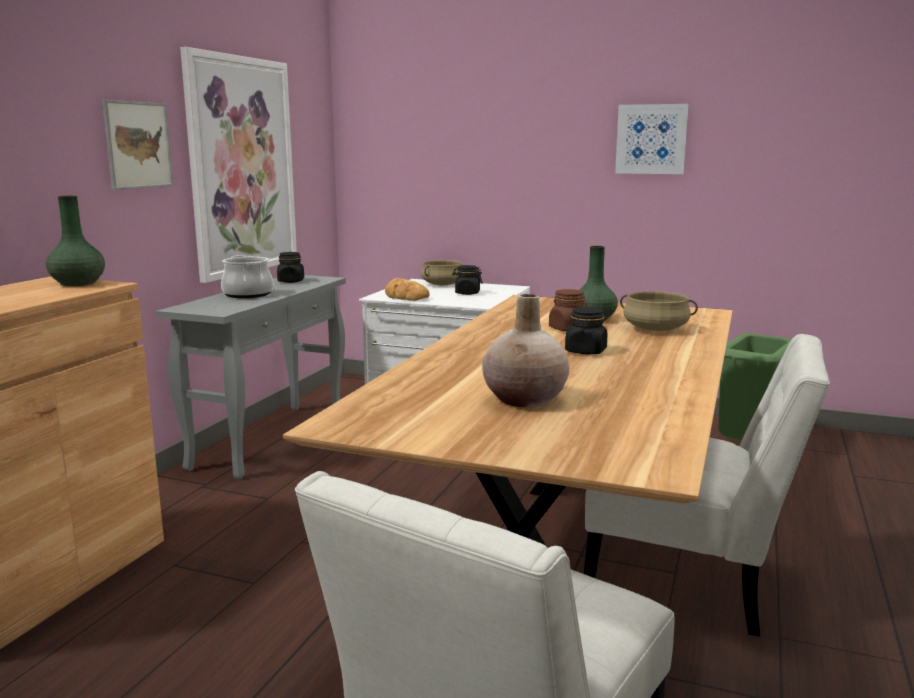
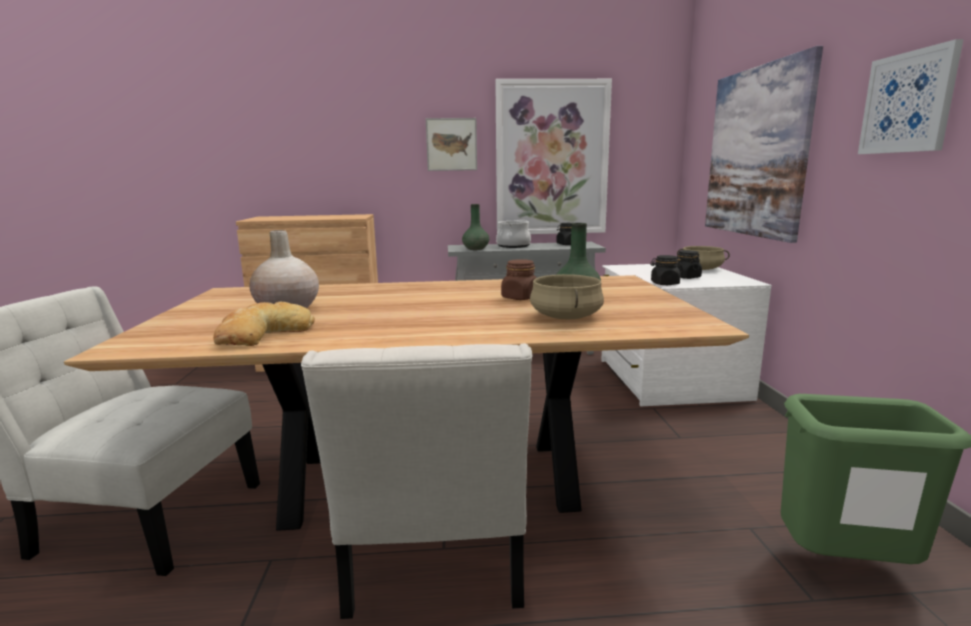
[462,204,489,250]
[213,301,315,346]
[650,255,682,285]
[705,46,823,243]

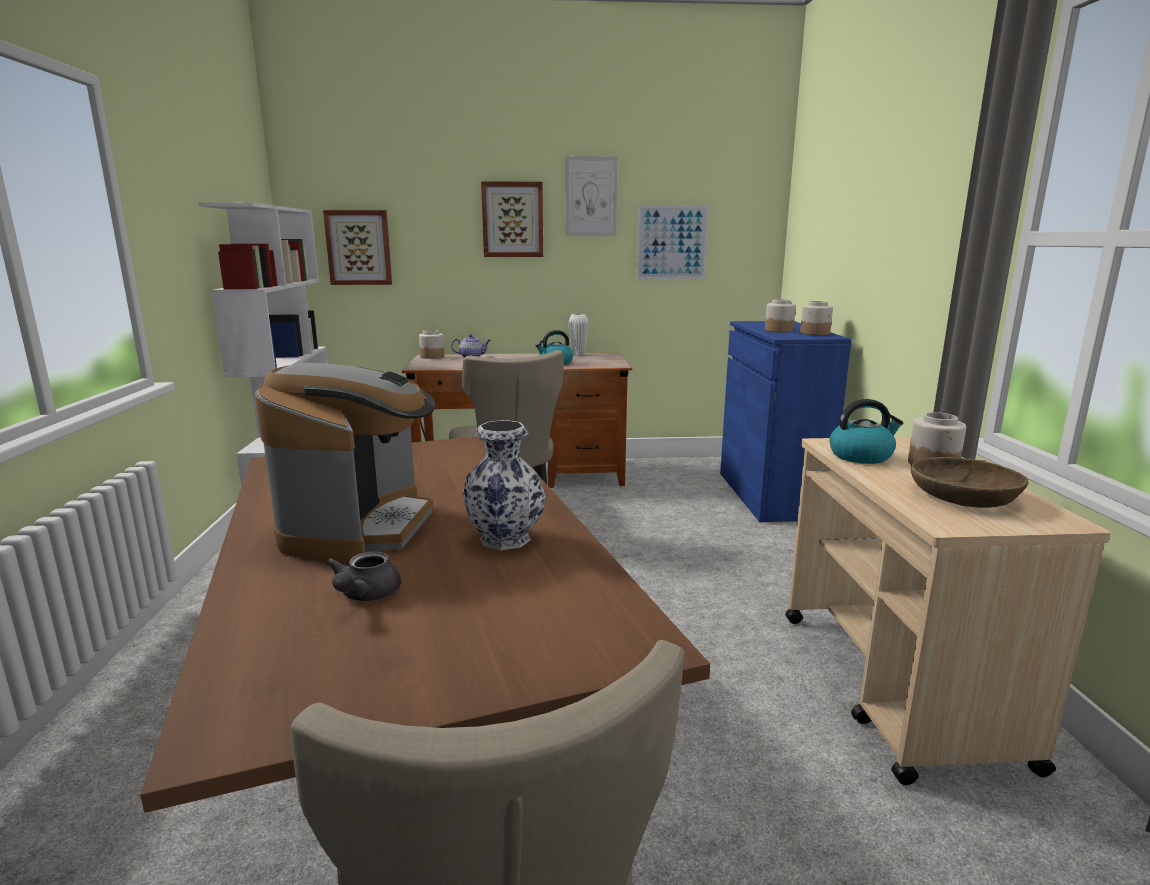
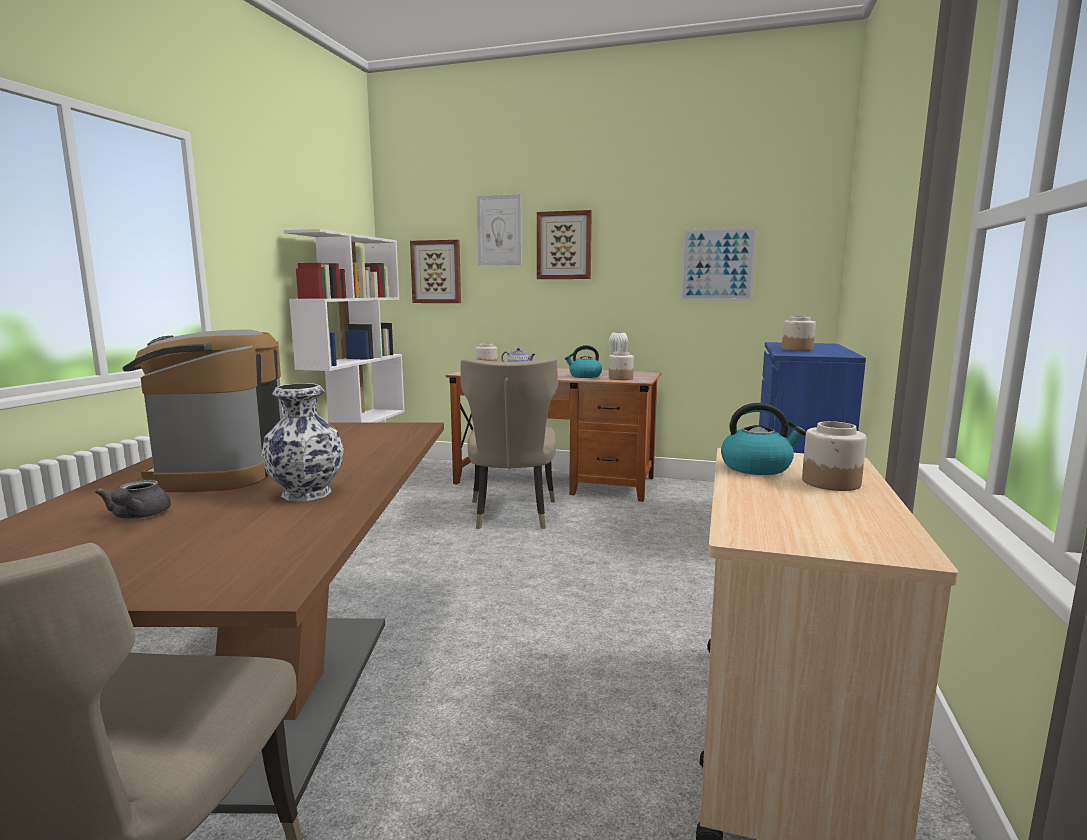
[477,194,521,265]
[609,351,634,380]
[123,330,283,492]
[911,457,1029,508] (first image)
[95,480,171,519]

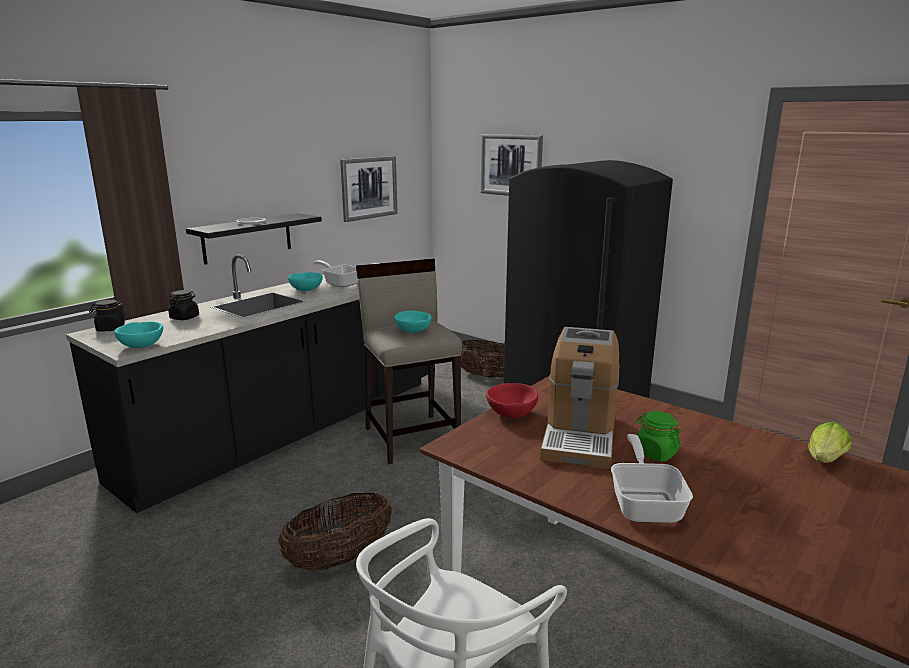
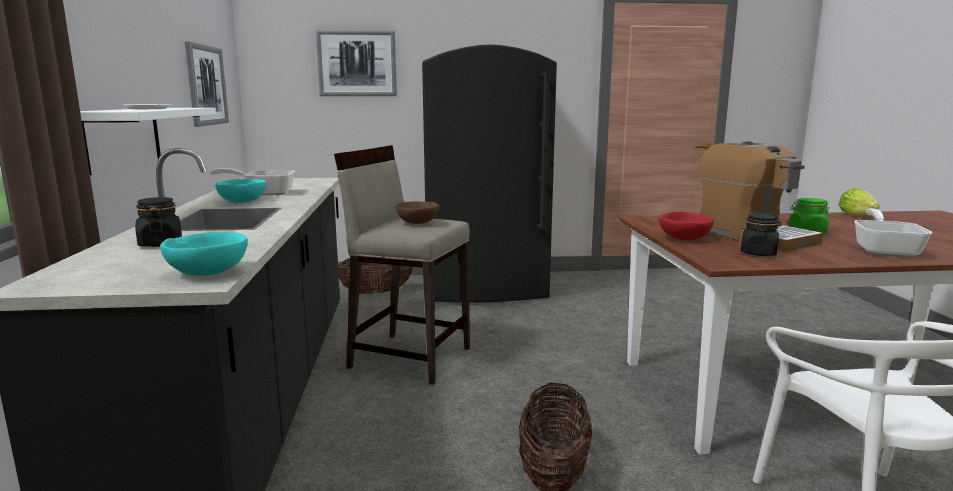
[80,108,216,175]
[741,213,779,256]
[396,201,439,224]
[854,208,932,257]

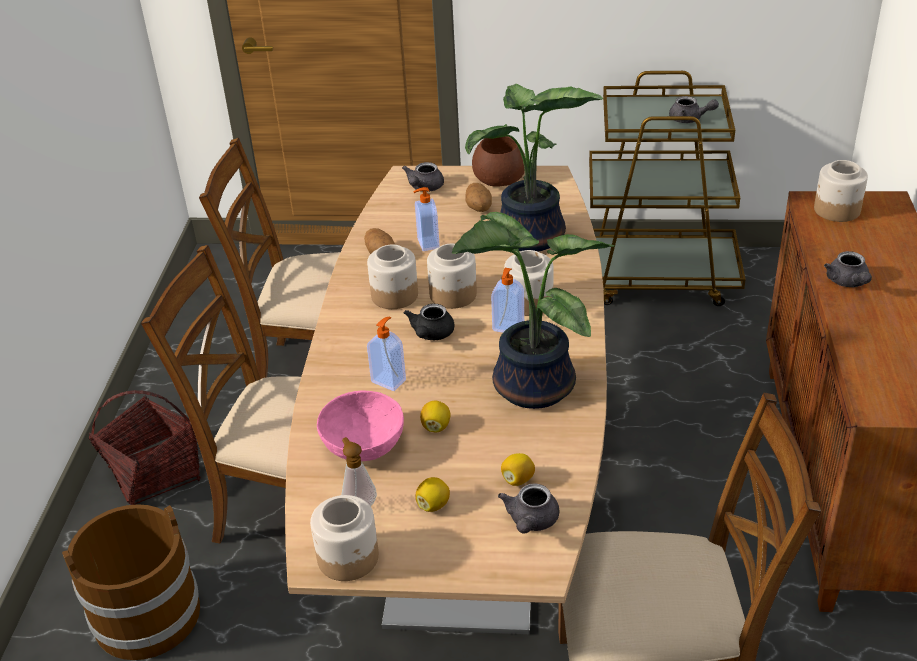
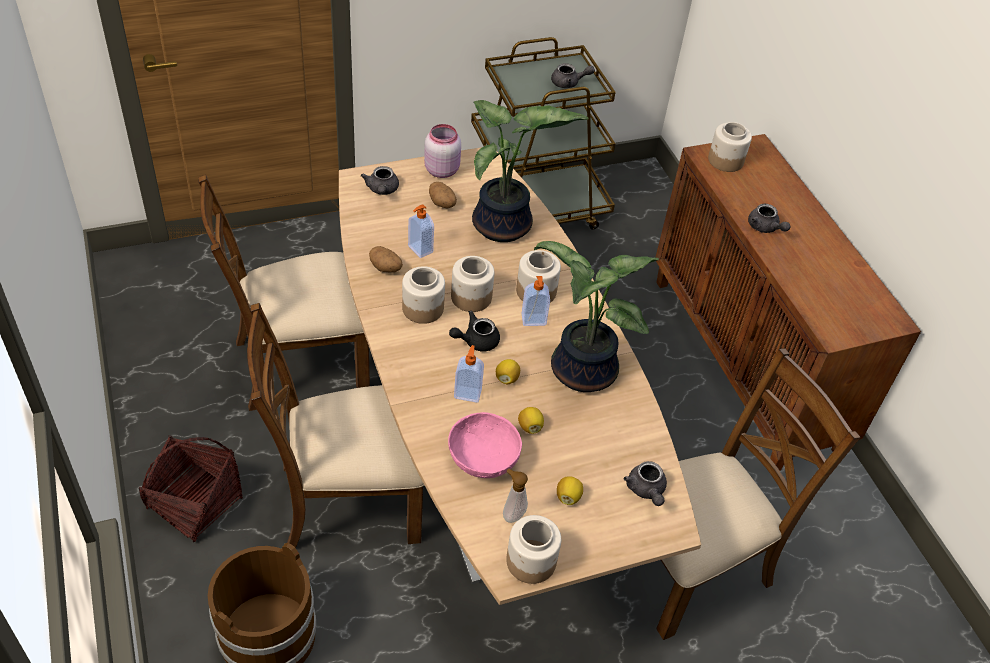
[424,124,461,178]
[449,311,500,352]
[496,359,520,385]

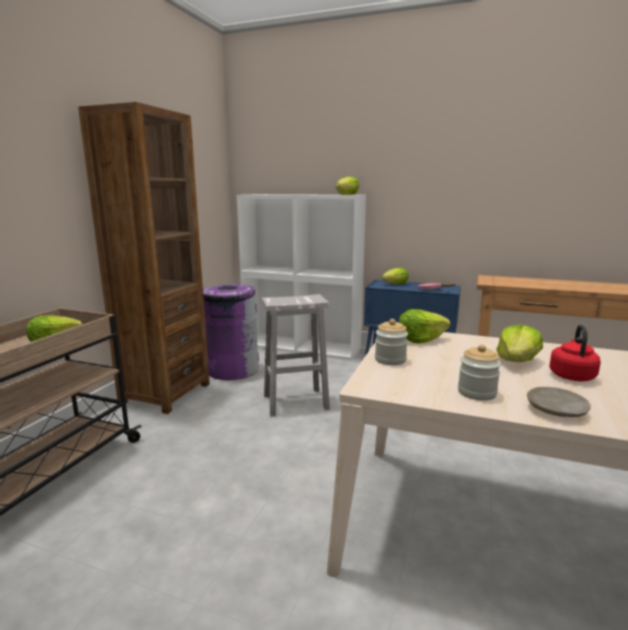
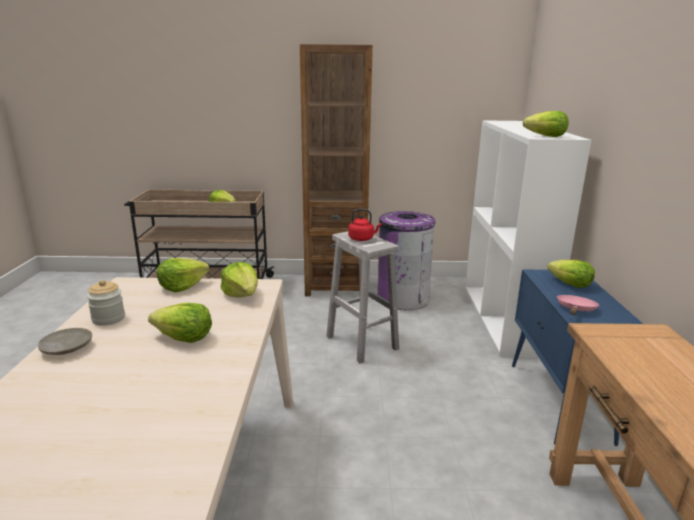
[157,258,209,292]
[348,209,382,241]

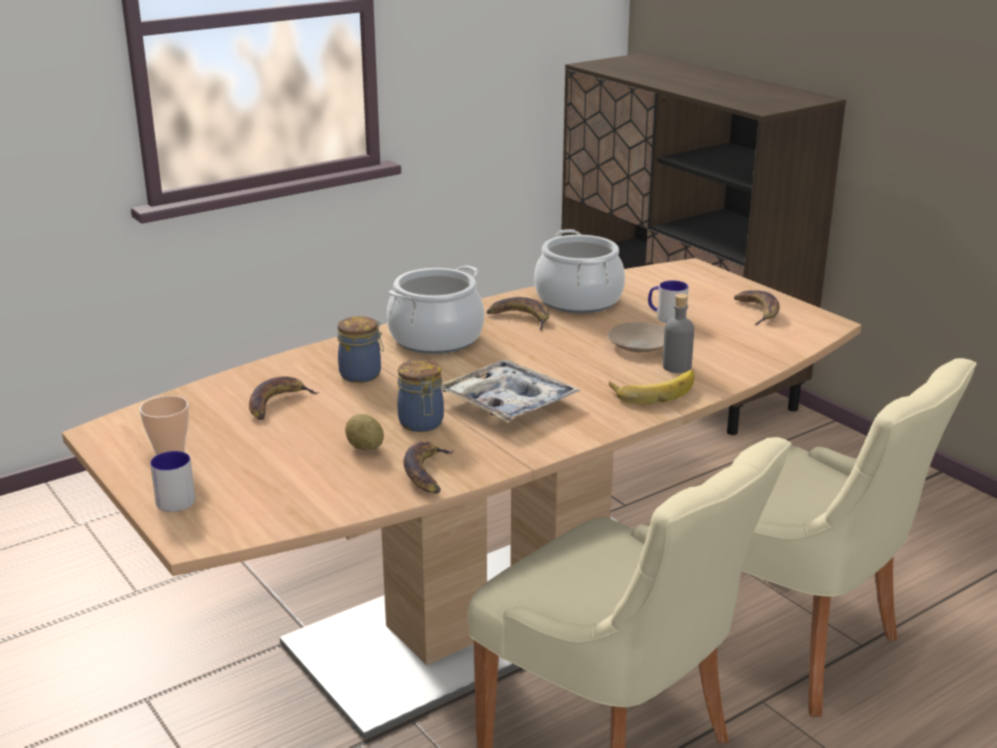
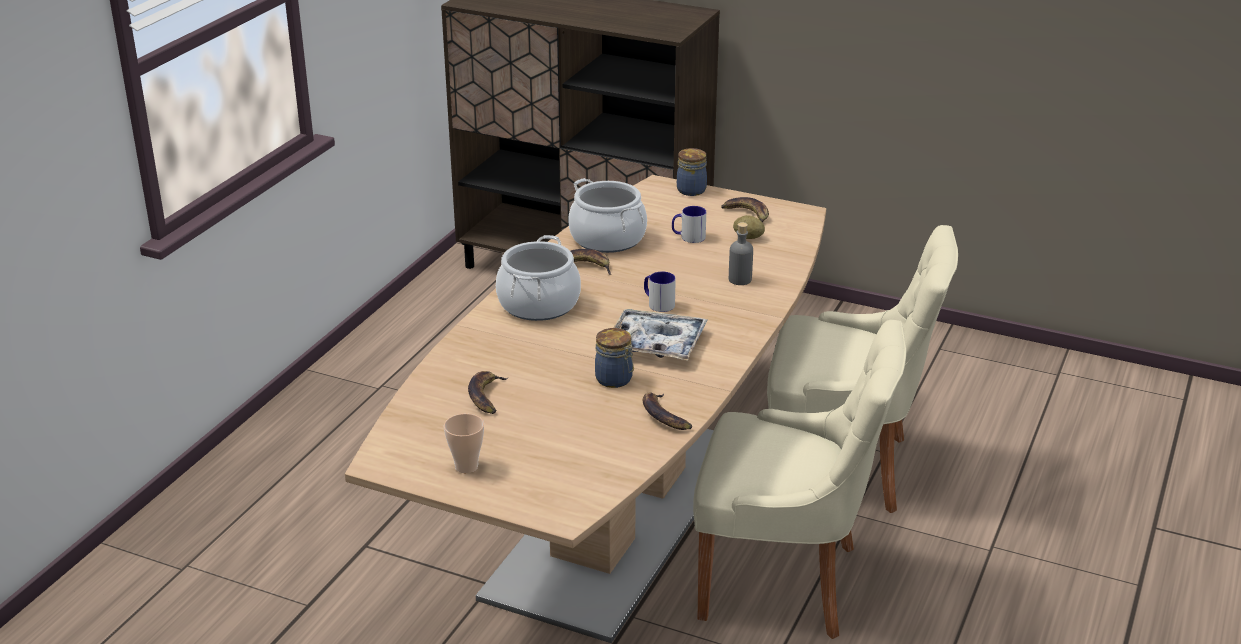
[677,148,707,196]
[608,323,665,352] (first image)
[609,370,694,404] (first image)
[733,215,765,239]
[644,271,676,312]

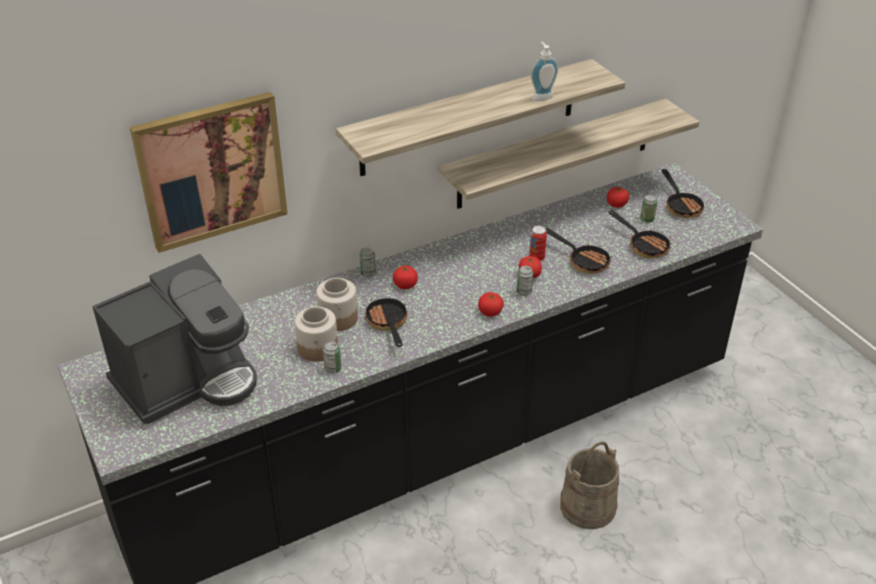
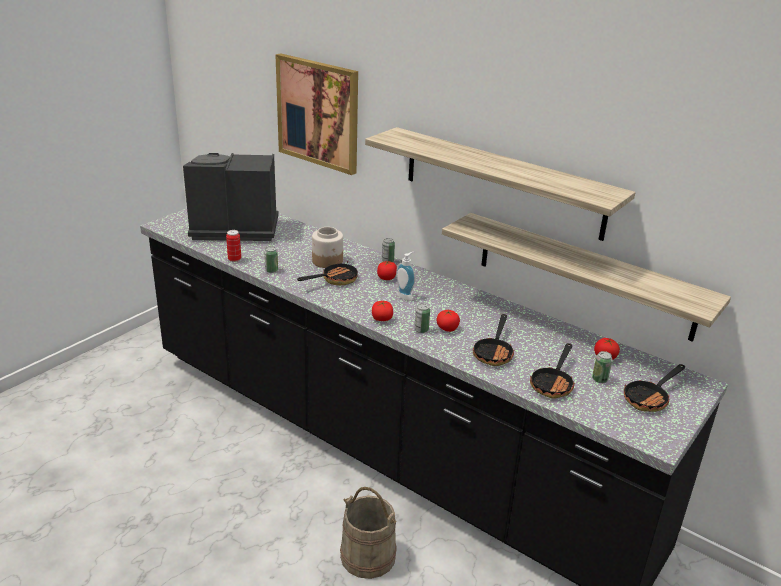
[396,252,415,301]
[226,230,241,262]
[183,153,279,241]
[295,306,338,362] (first image)

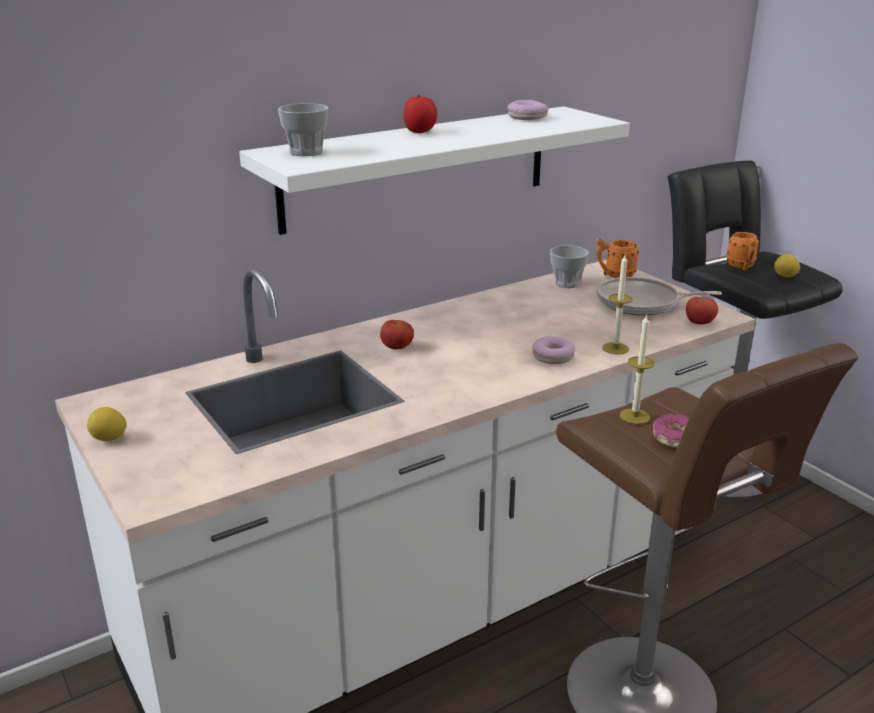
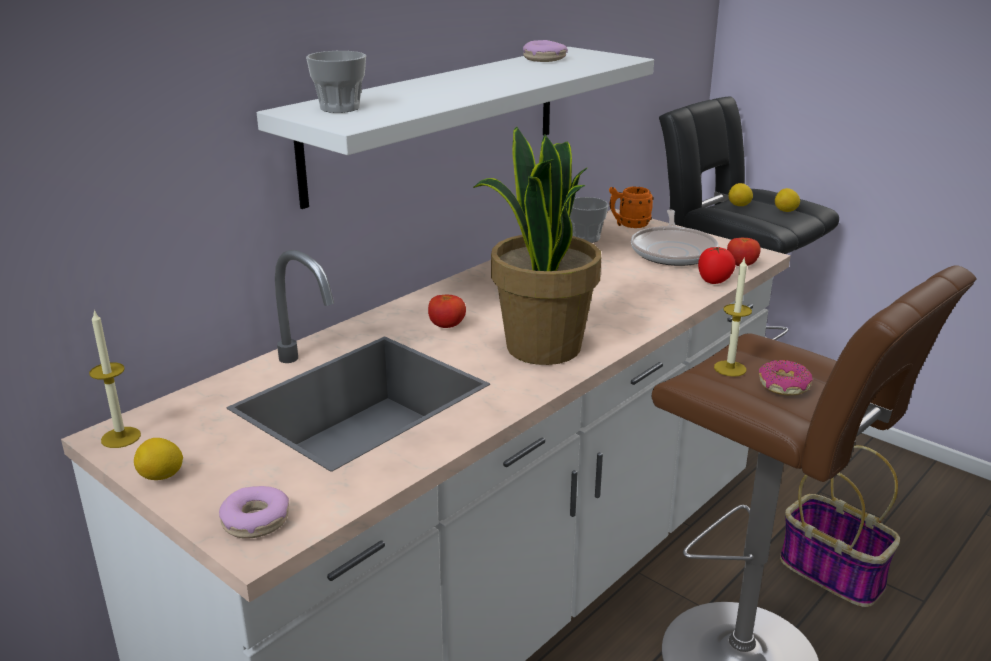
[698,247,735,284]
[728,183,753,206]
[89,309,141,448]
[631,210,718,266]
[219,486,289,538]
[473,127,601,365]
[780,445,900,607]

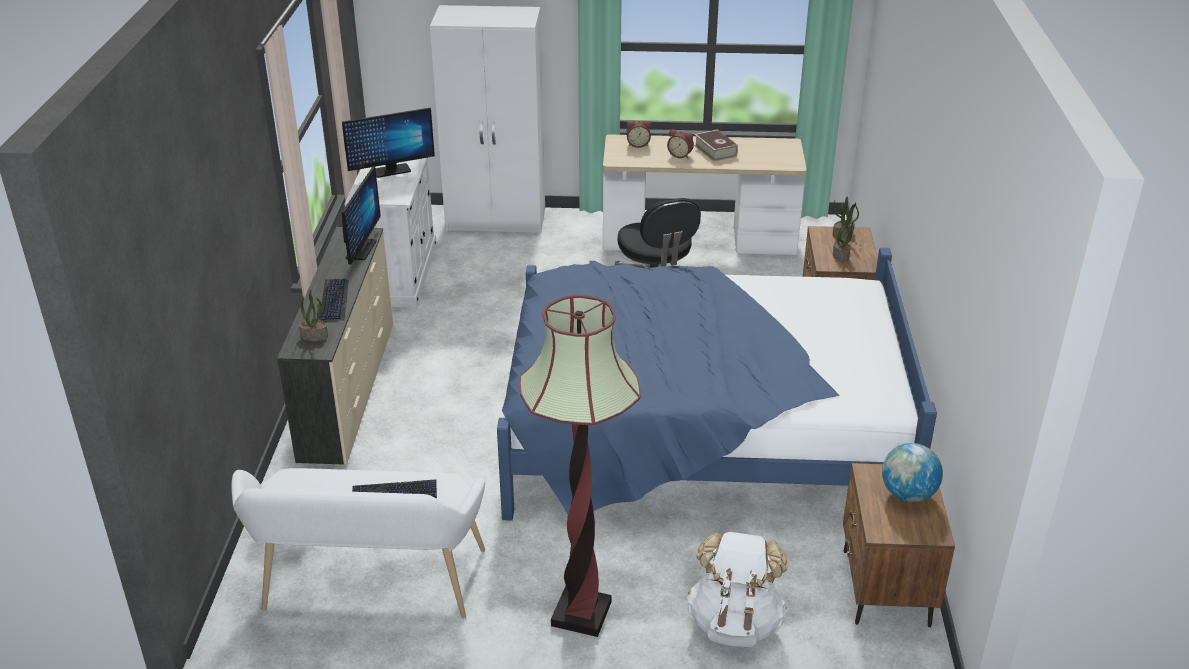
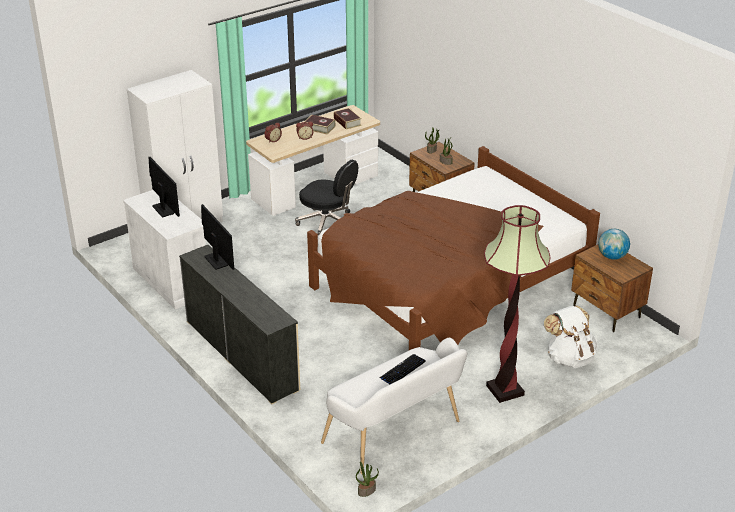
[149,157,180,217]
[307,146,600,350]
[319,279,349,320] (first image)
[356,461,379,497]
[334,108,362,130]

